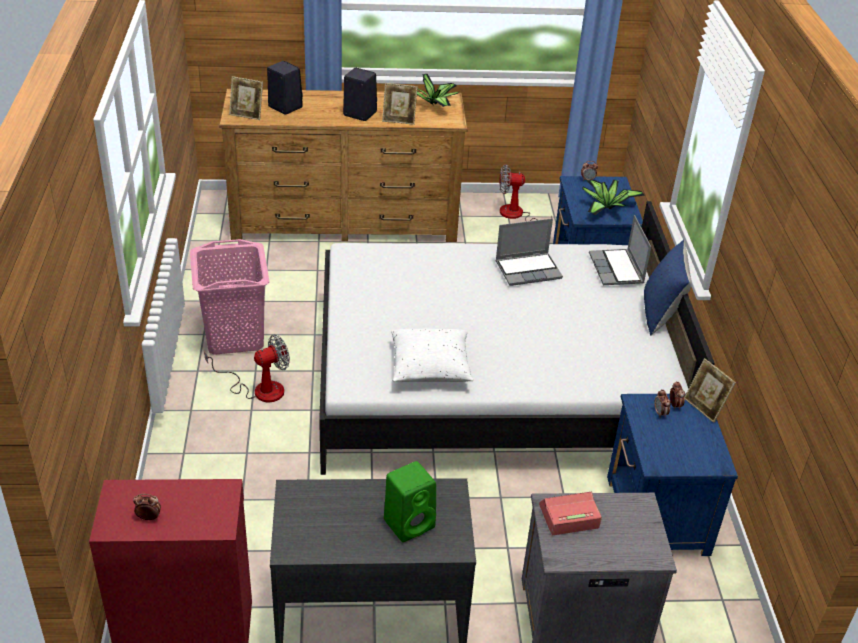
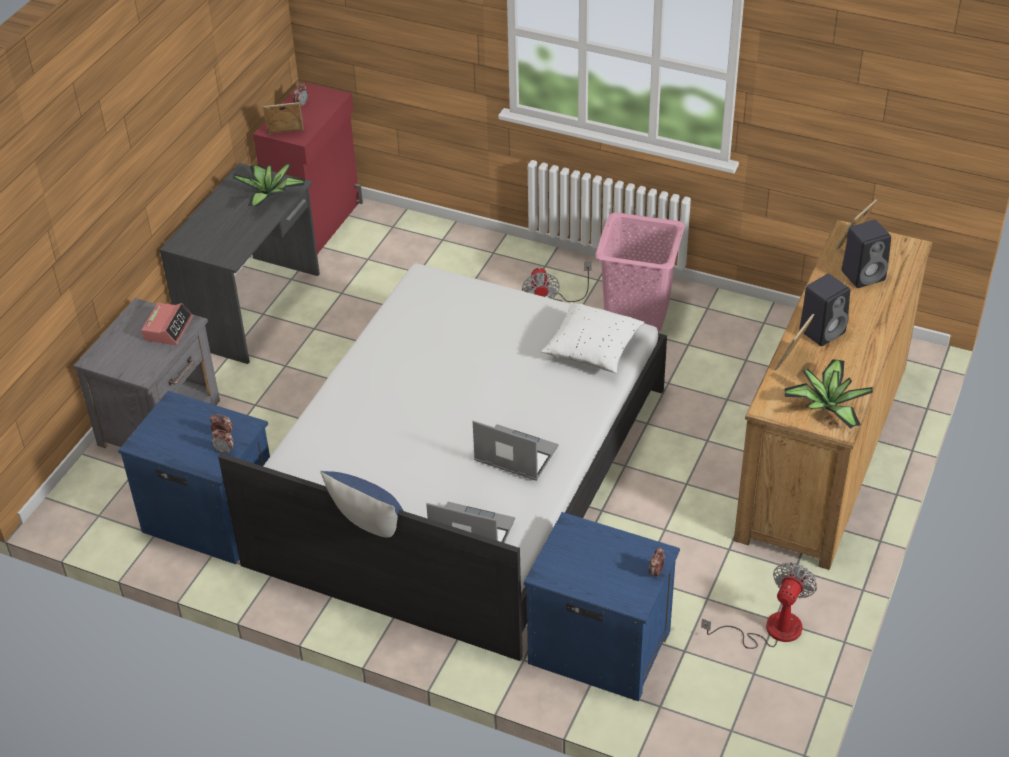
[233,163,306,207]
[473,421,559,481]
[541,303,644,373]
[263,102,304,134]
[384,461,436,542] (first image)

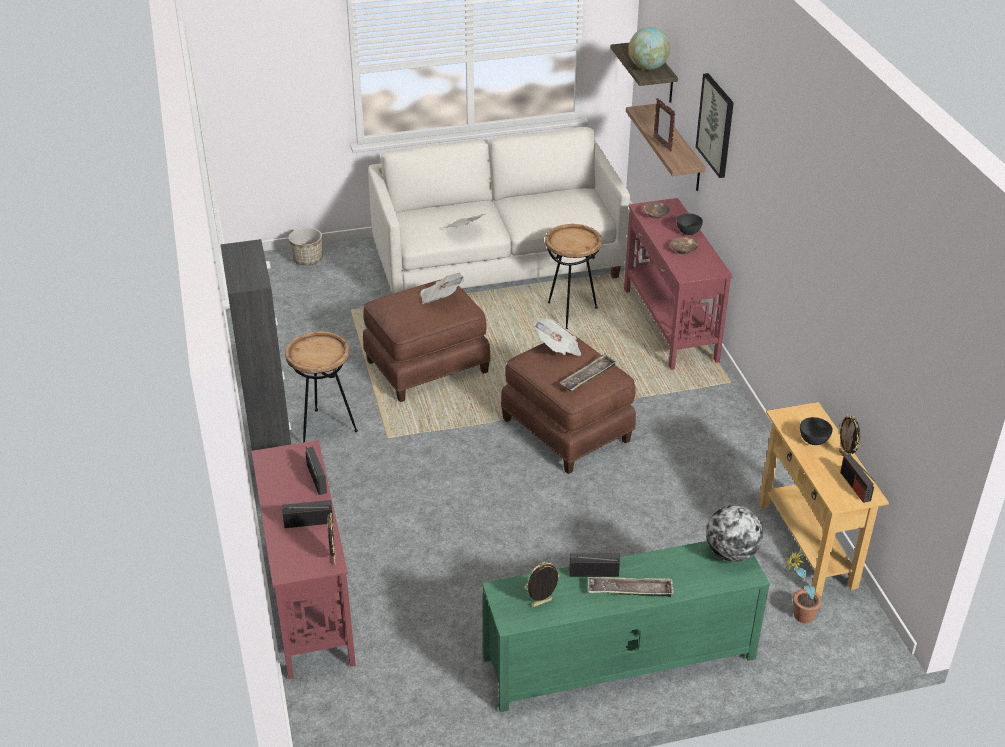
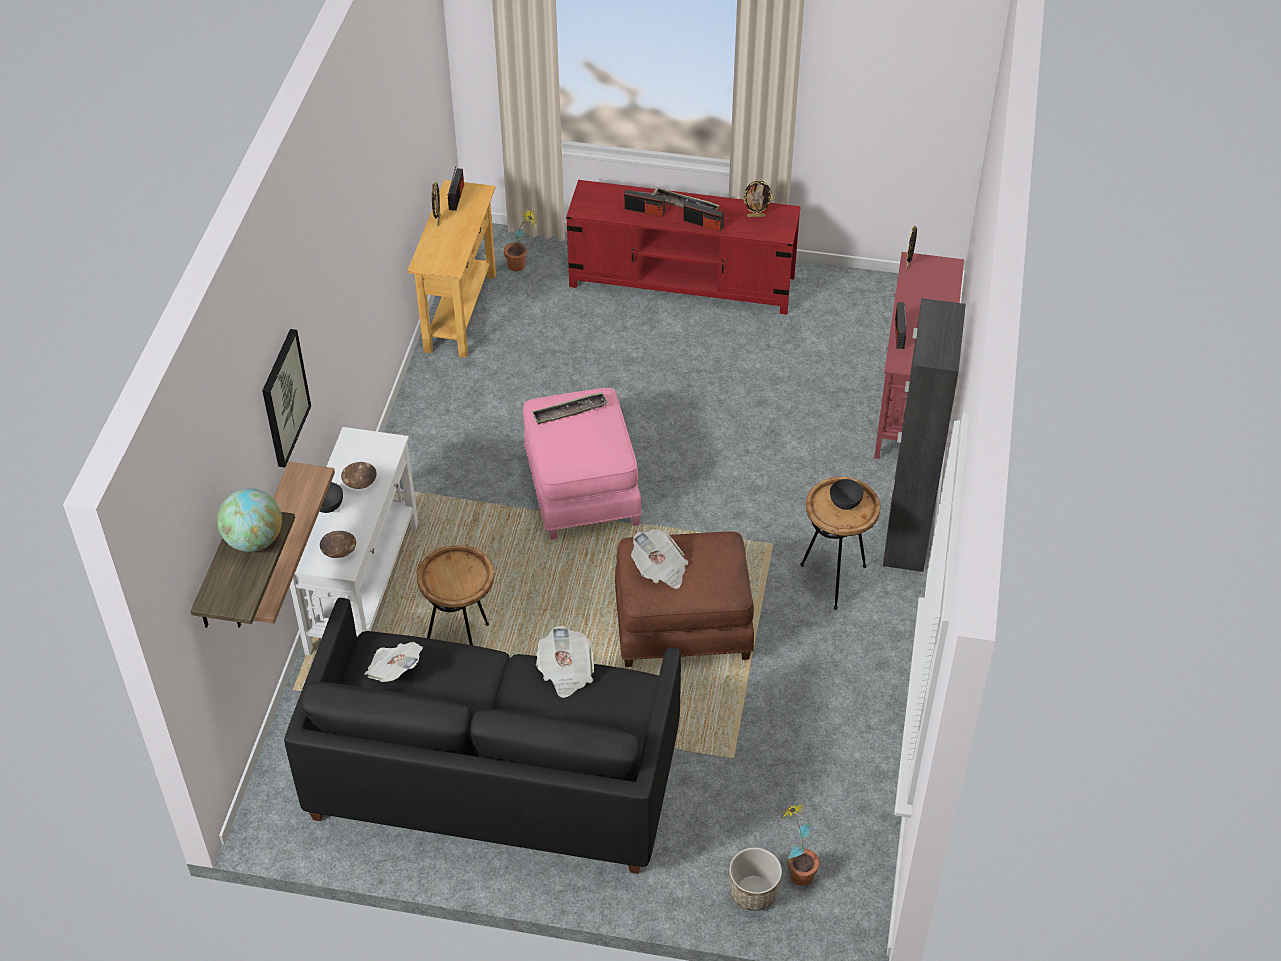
[654,98,676,152] (first image)
[284,598,681,874]
[290,427,418,655]
[364,642,423,682]
[523,388,642,540]
[830,479,864,510]
[624,190,665,217]
[706,505,763,562] (first image)
[566,180,800,315]
[781,804,819,886]

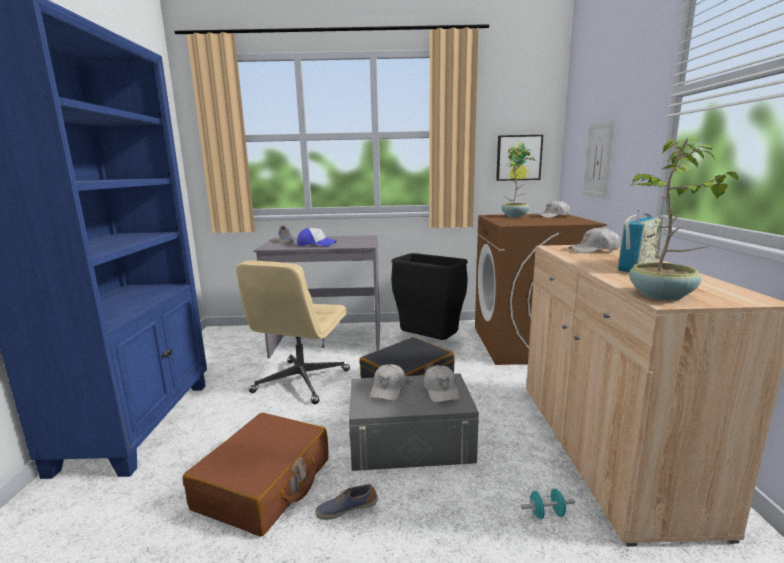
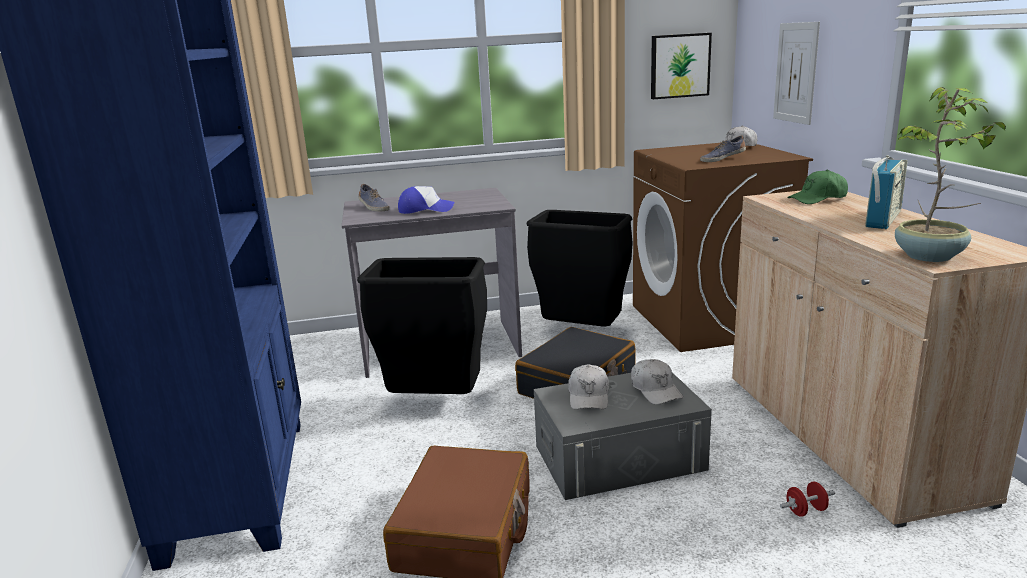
[501,147,535,218] (first image)
[787,170,848,204]
[357,257,487,394]
[700,136,746,162]
[780,482,835,517]

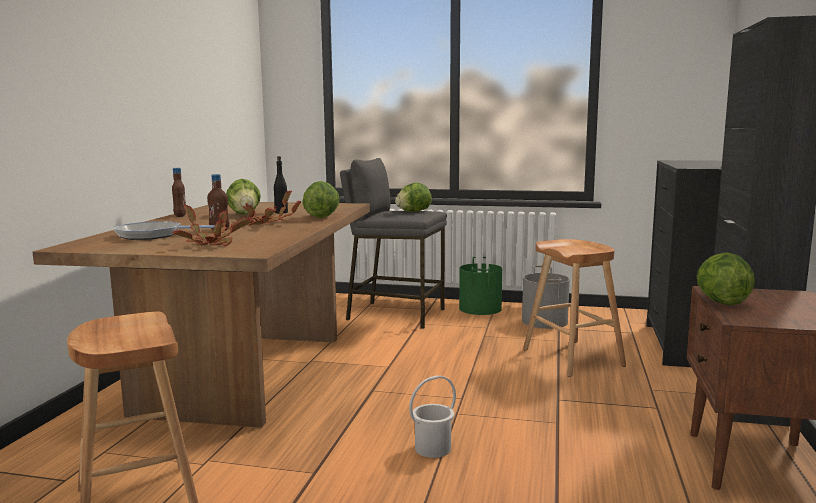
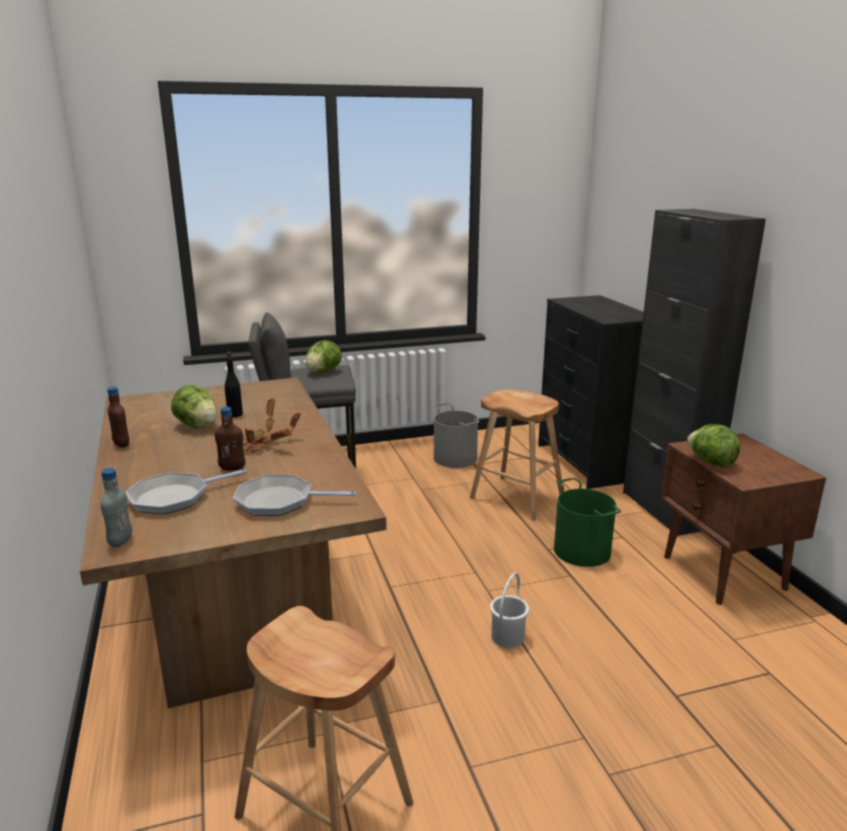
[302,181,340,218] (first image)
[233,475,356,516]
[554,478,621,567]
[100,468,132,548]

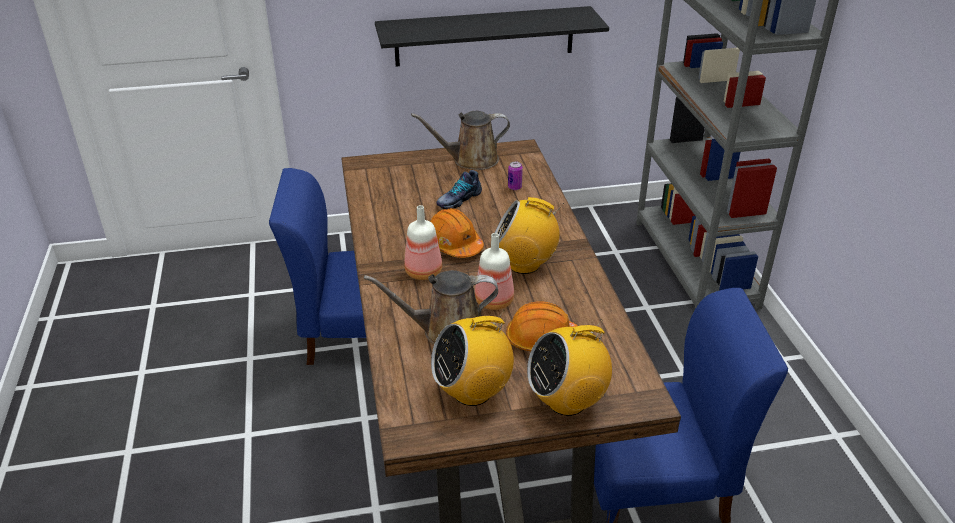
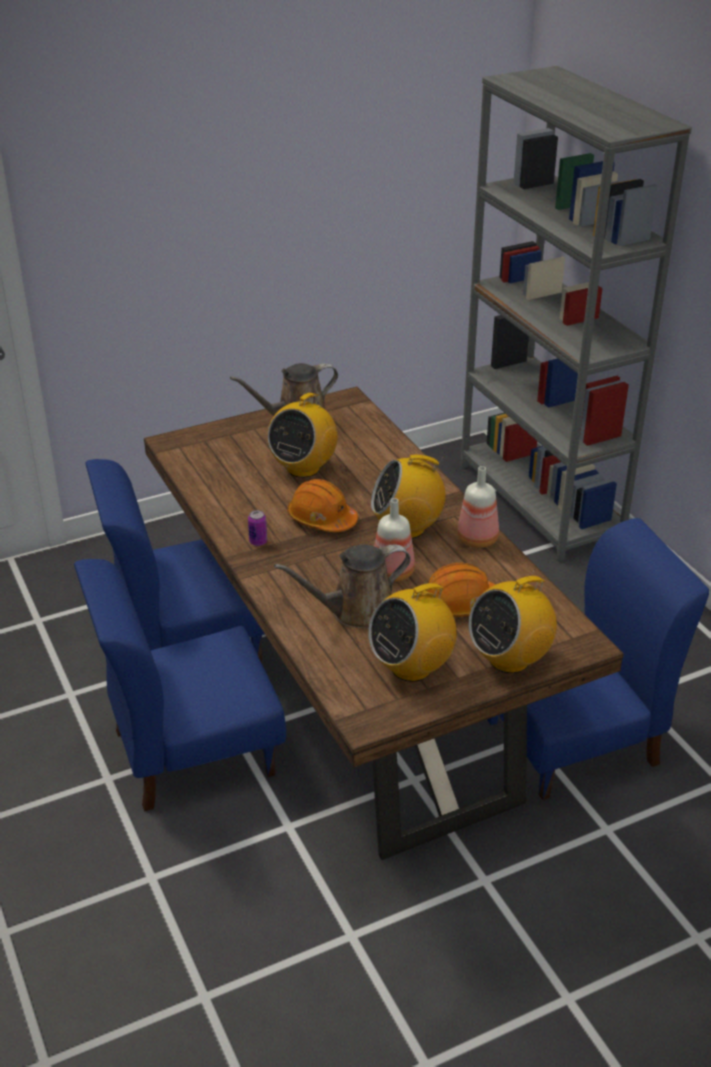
[375,6,609,66] (first image)
[248,510,267,546]
[267,391,338,478]
[457,466,499,548]
[74,559,286,812]

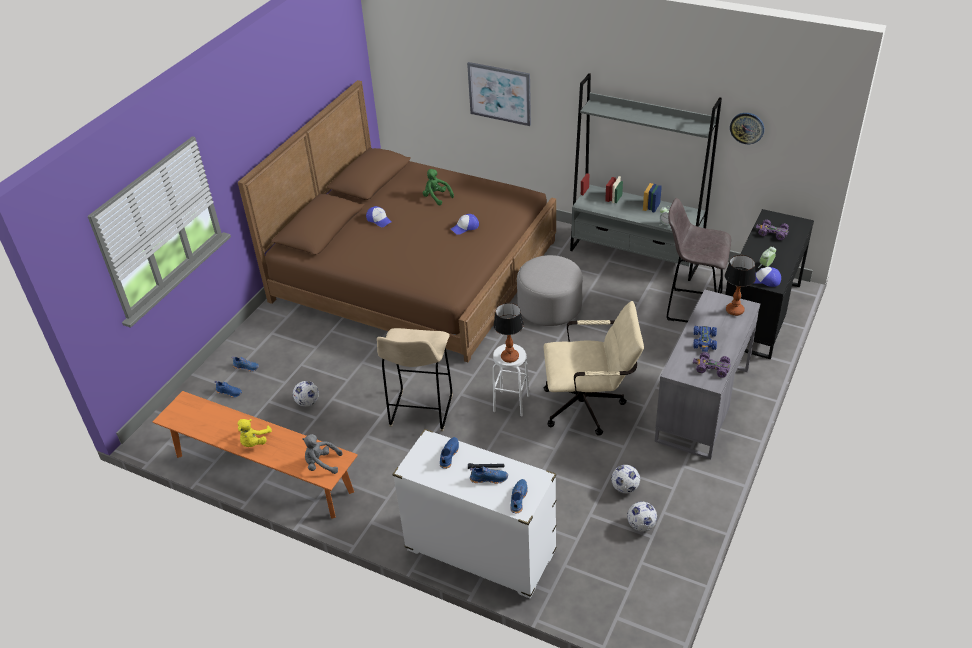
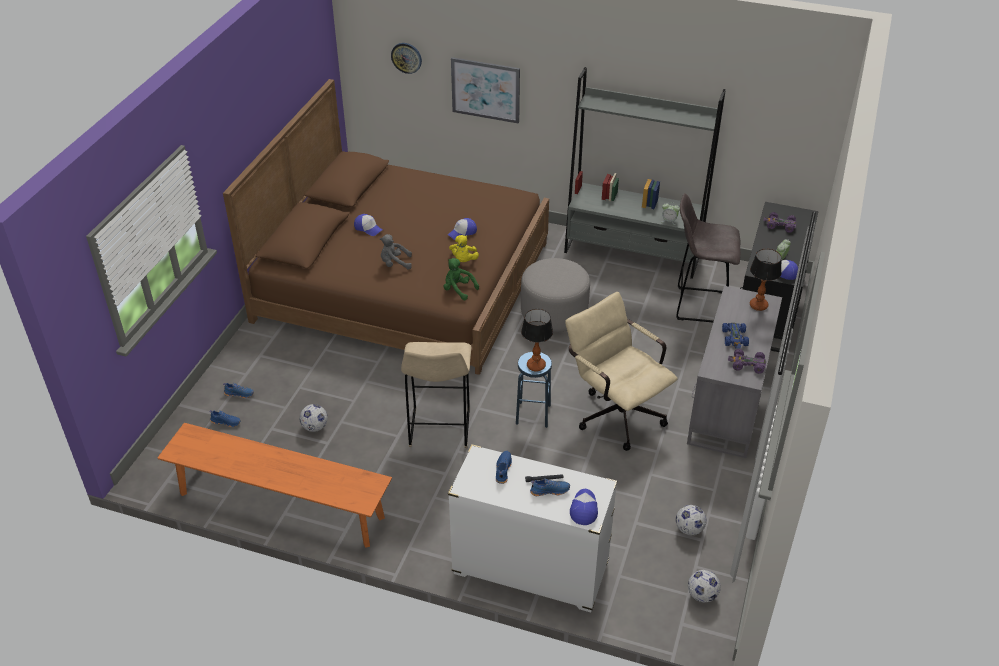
[391,43,422,74]
[443,258,479,300]
[565,292,678,451]
[516,352,552,428]
[449,235,479,262]
[380,234,412,269]
[688,570,721,603]
[570,489,598,525]

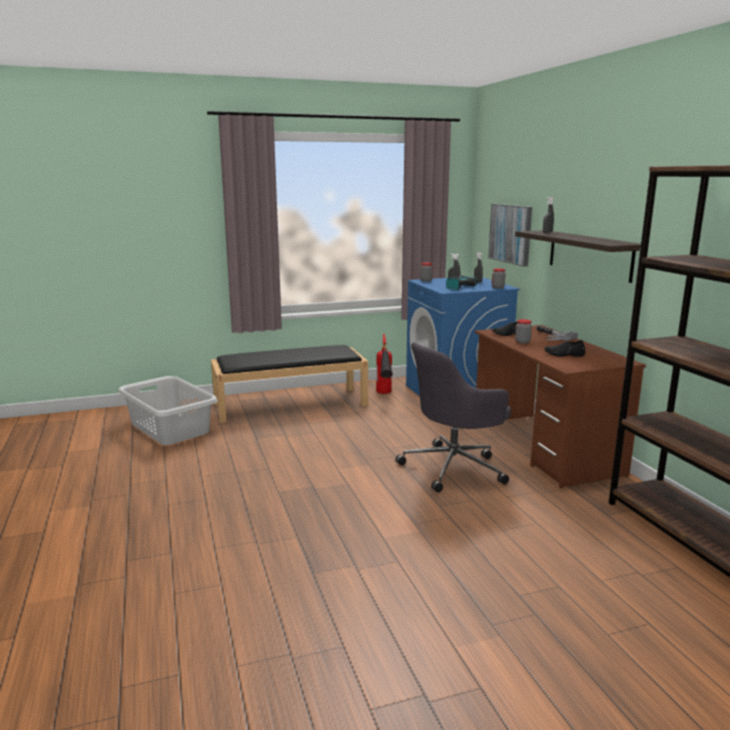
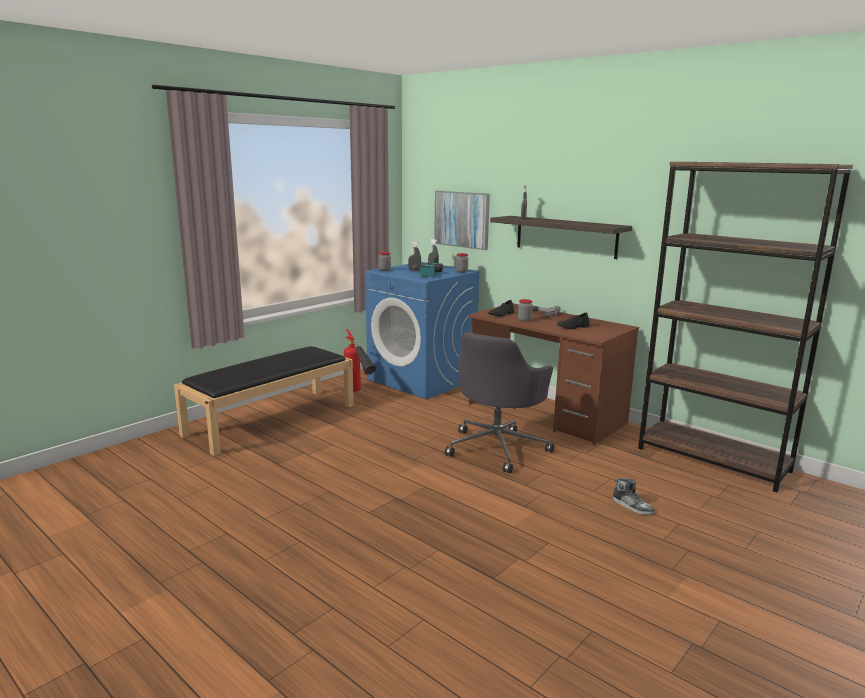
[118,376,218,445] (first image)
[612,478,654,515]

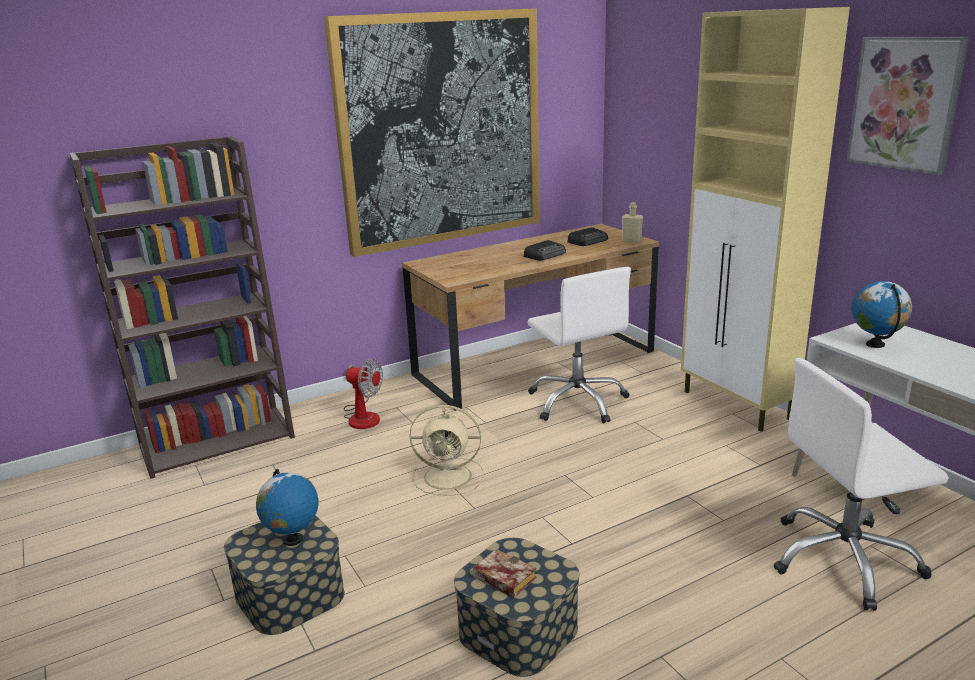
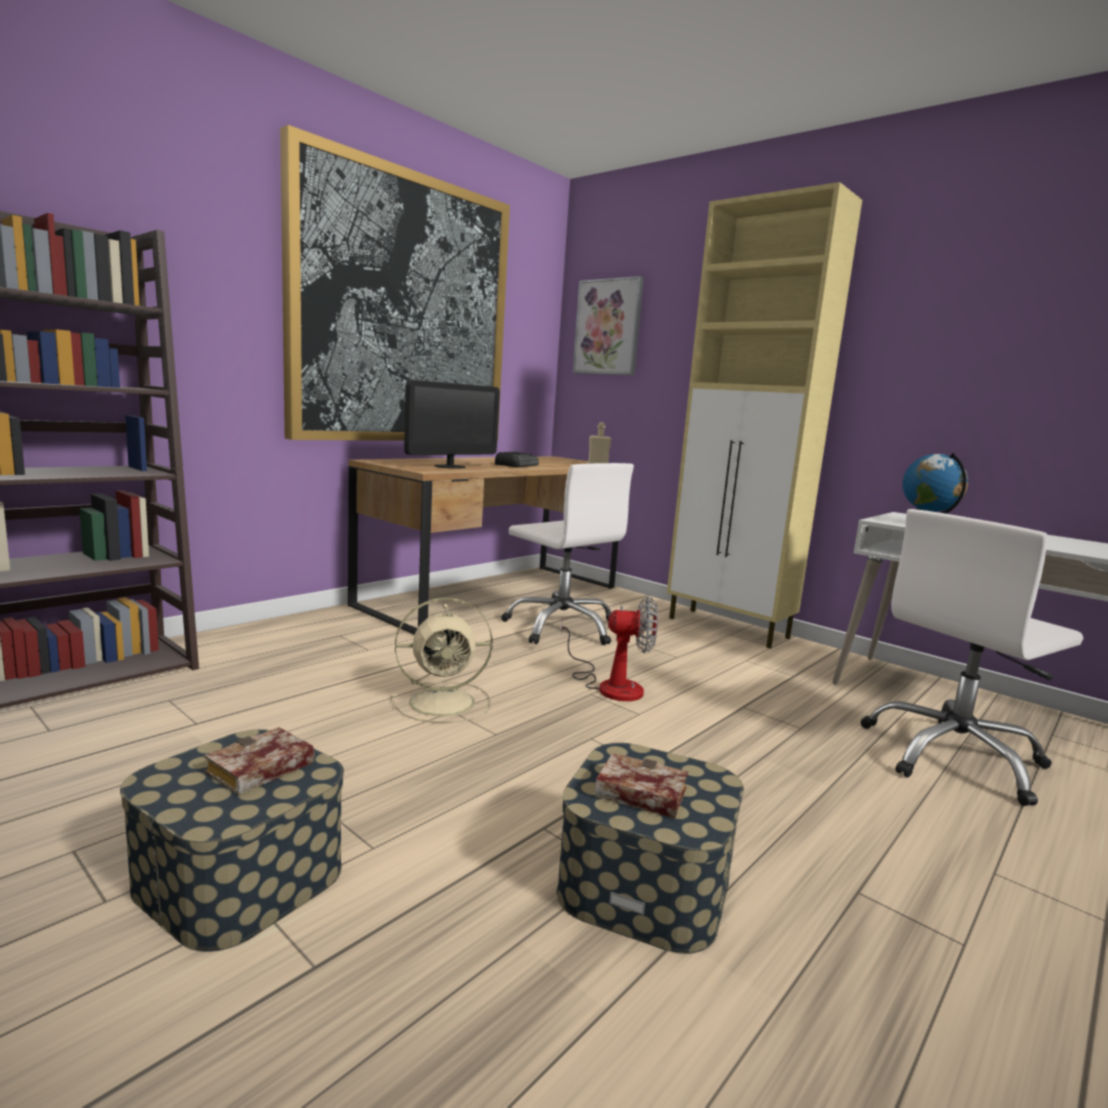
[573,276,644,376]
[568,227,608,246] (first image)
[561,597,658,701]
[204,727,314,795]
[404,380,500,469]

